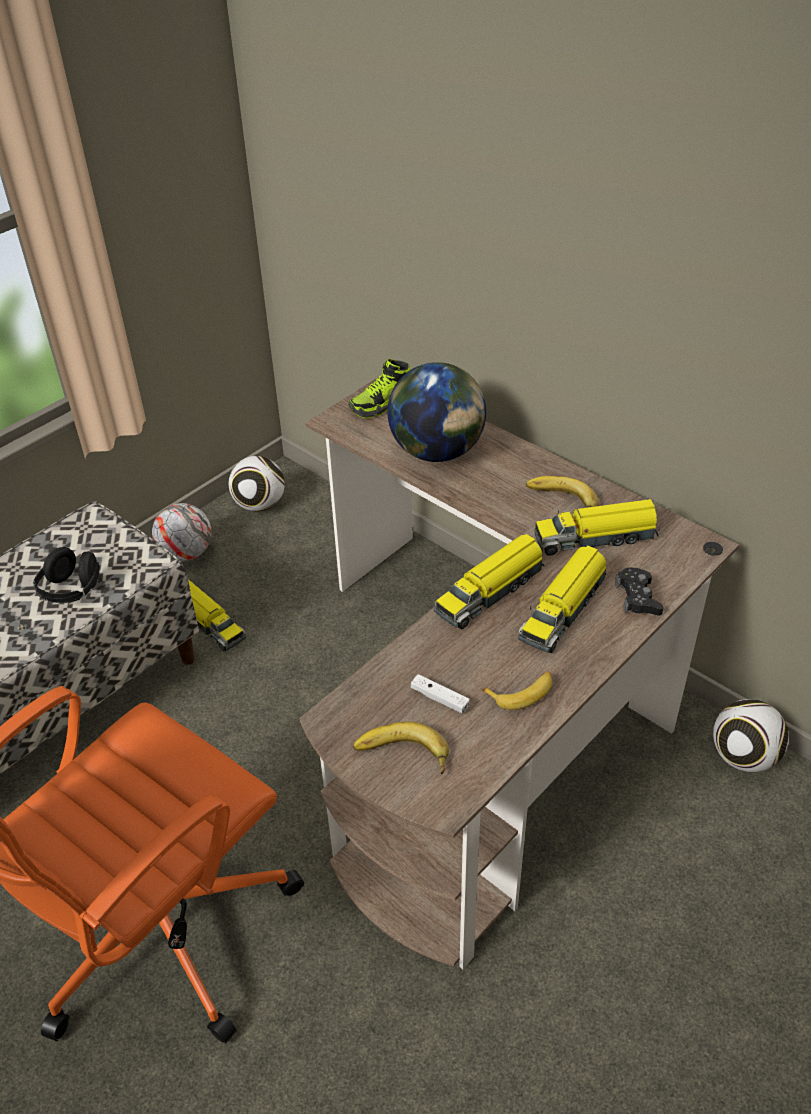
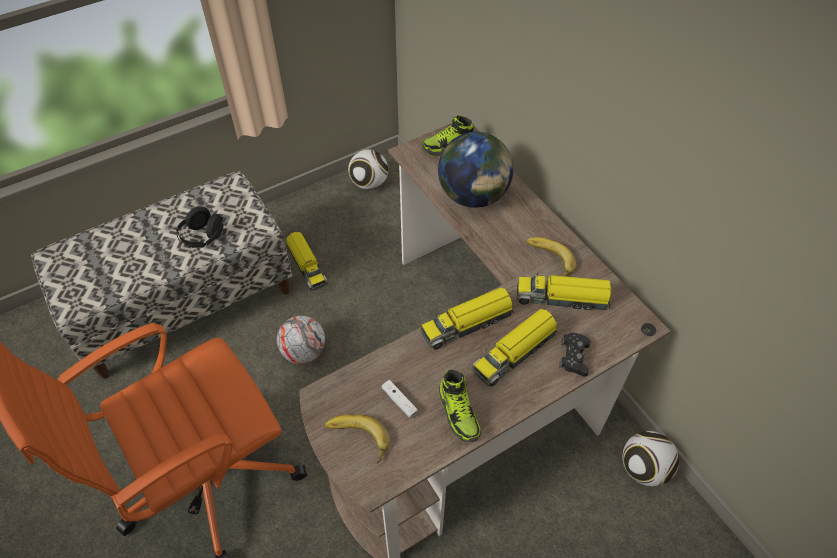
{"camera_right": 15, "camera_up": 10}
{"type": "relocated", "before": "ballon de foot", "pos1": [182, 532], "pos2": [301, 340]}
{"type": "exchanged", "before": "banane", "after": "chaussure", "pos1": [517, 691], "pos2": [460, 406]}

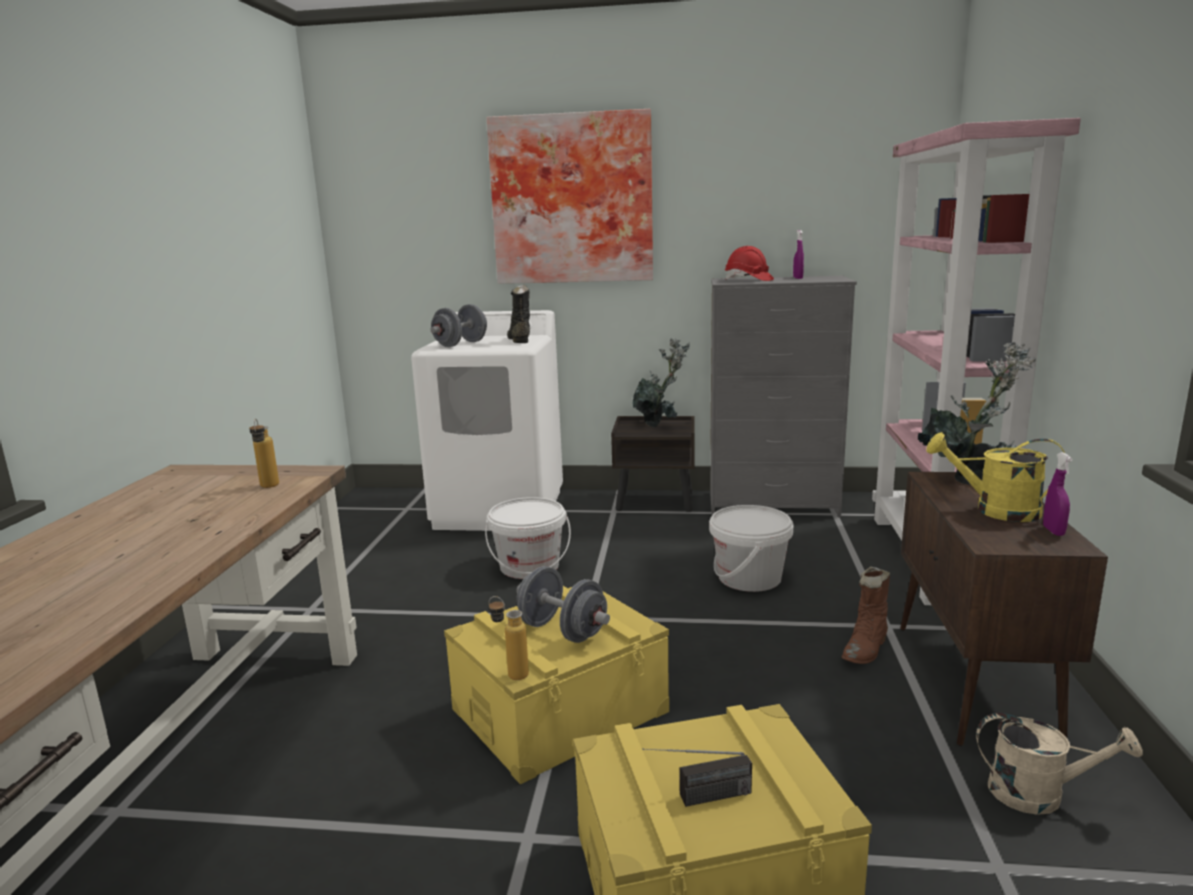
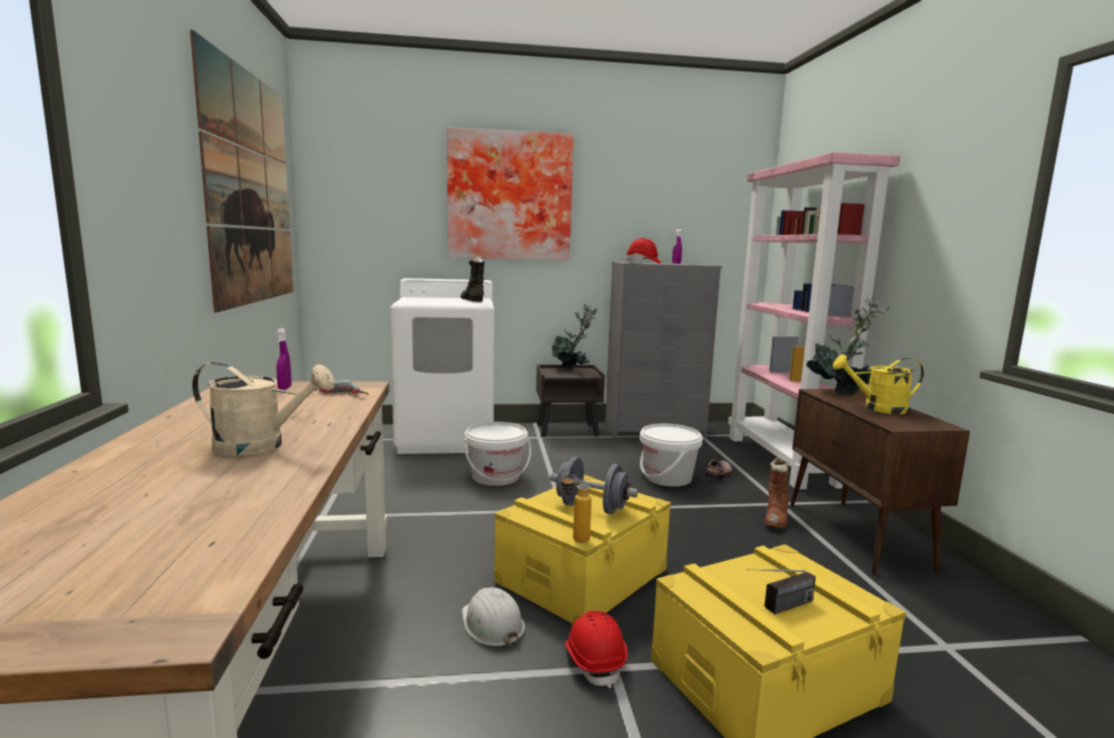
{"camera_right": -15, "camera_up": -5}
{"type": "missing", "before": "haltère [gris]", "pos1": [459, 325]}
{"type": "appeared", "after": "tableau", "pos2": [242, 171]}
{"type": "appeared", "after": "casque de chantier [blanc]", "pos2": [493, 617]}
{"type": "appeared", "after": "casque de chantier [rouge]", "pos2": [596, 649]}
{"type": "appeared", "after": "chaussure", "pos2": [719, 469]}
{"type": "relocated", "before": "arrosoir [beige]", "pos1": [1059, 764], "pos2": [263, 409]}
{"type": "relocated", "before": "vaporisateur [violet]", "pos1": [1058, 494], "pos2": [283, 359]}
{"type": "exchanged", "before": "bouteille", "after": "perceuse", "pos1": [264, 453], "pos2": [341, 387]}

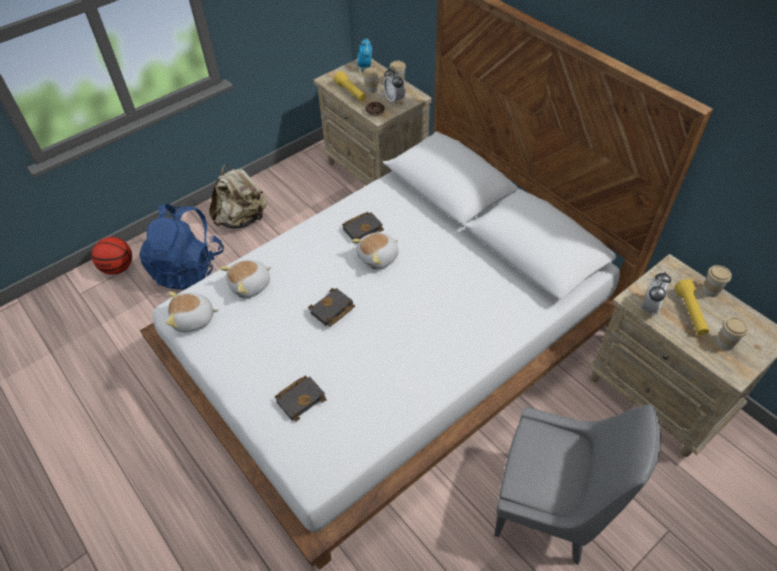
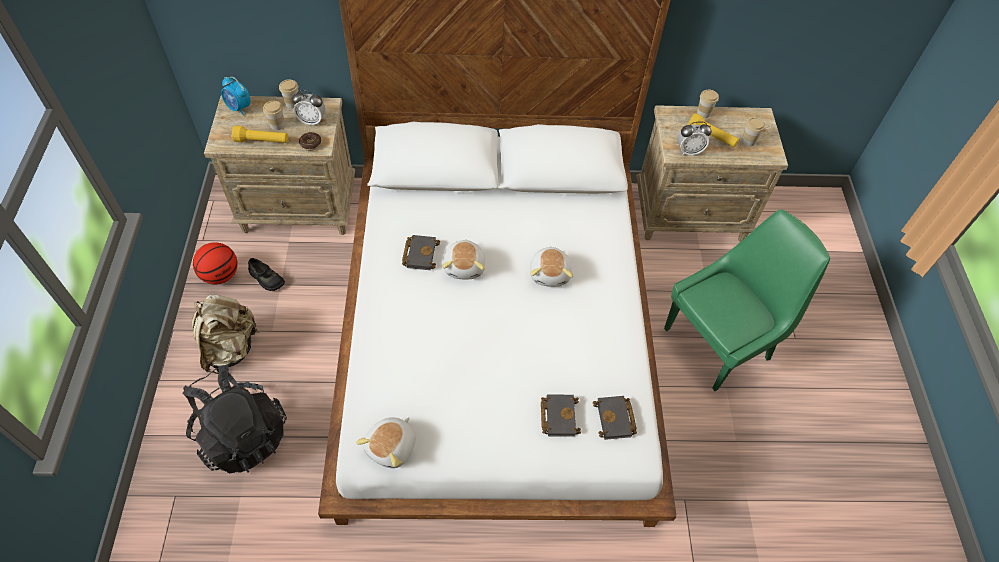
{"camera_right": -55, "camera_up": 5}
{"type": "appeared", "after": "chaussure [noir]", "pos2": [266, 274]}
{"type": "relocated", "before": "ballon de basket", "pos1": [112, 256], "pos2": [215, 263]}
{"type": "relocated", "before": "peluche", "pos1": [246, 279], "pos2": [551, 266]}
{"type": "relocated", "before": "livre [noir]", "pos1": [331, 307], "pos2": [615, 418]}
{"type": "colour", "before": "sac à dos [bleu]", "after": "sac à dos [noir]", "pos1": [181, 247], "pos2": [234, 419]}
{"type": "colour", "before": "chaise [gris]", "after": "chaise [vert]", "pos1": [577, 484], "pos2": [747, 300]}
{"type": "spun", "before": "réveil", "pos1": [656, 294], "pos2": [694, 138], "turn": 105}

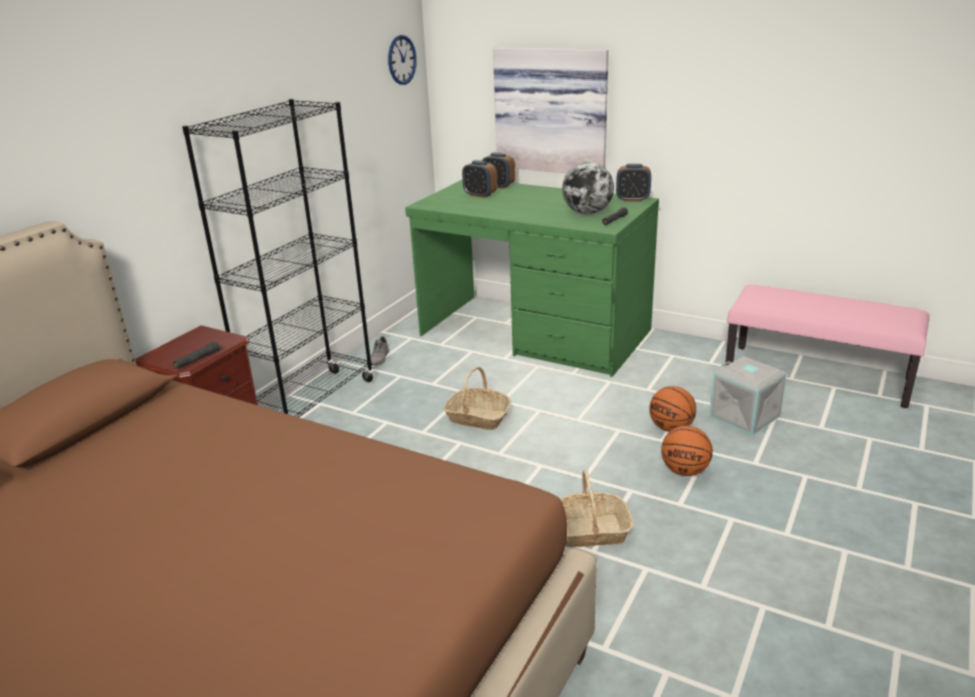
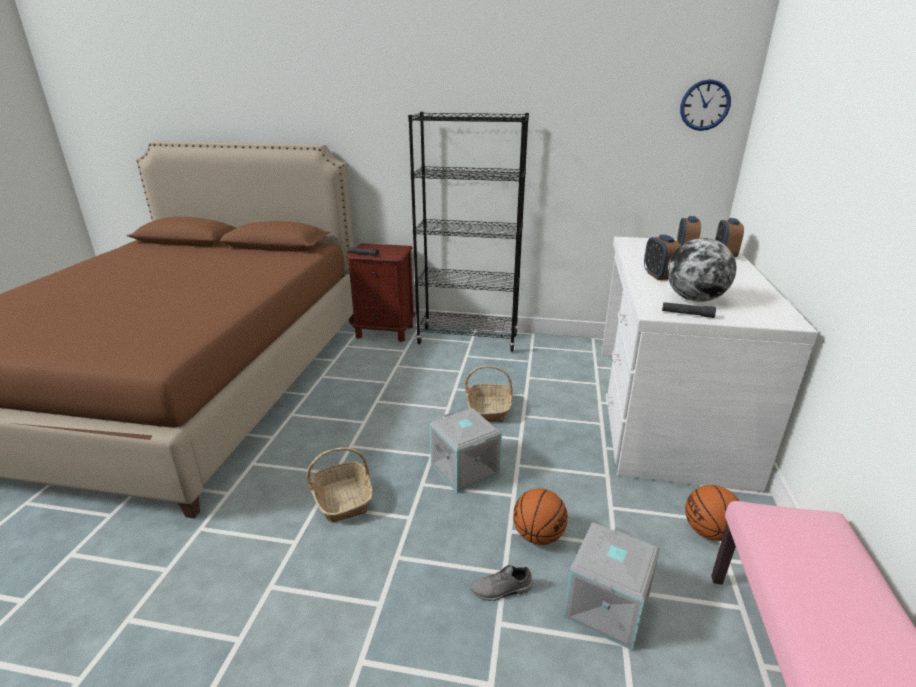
{"camera_right": 70, "camera_up": 0}
{"type": "missing", "before": "tableau", "pos1": [551, 110]}
{"type": "appeared", "after": "boîte de rangement [gris]", "pos2": [466, 450]}
{"type": "relocated", "before": "chaussure [gris]", "pos1": [379, 350], "pos2": [501, 583]}
{"type": "relocated", "before": "réveil", "pos1": [633, 183], "pos2": [662, 257]}
{"type": "relocated", "before": "ballon de basket", "pos1": [687, 451], "pos2": [712, 513]}
{"type": "colour", "before": "bureau [vert]", "after": "bureau [blanc]", "pos1": [532, 278], "pos2": [709, 364]}

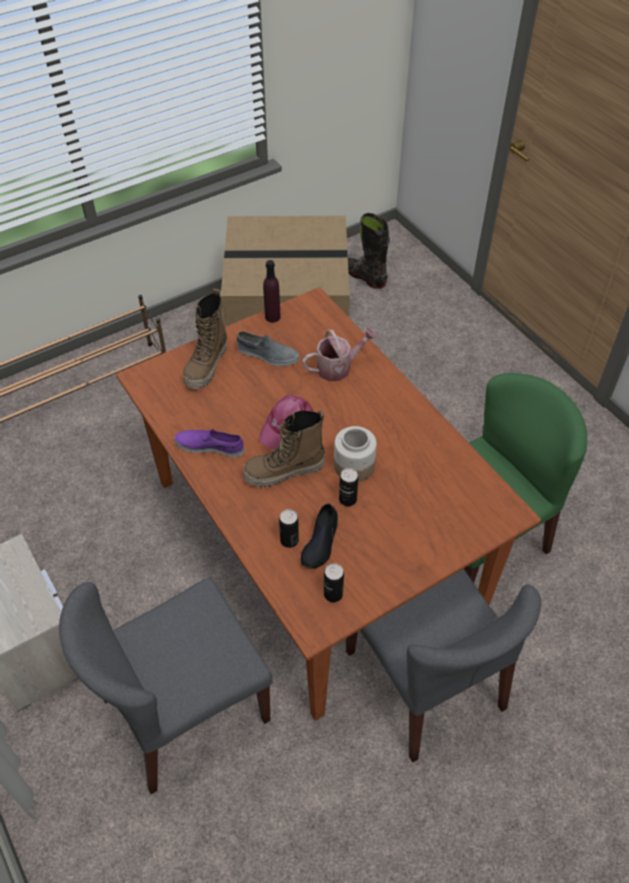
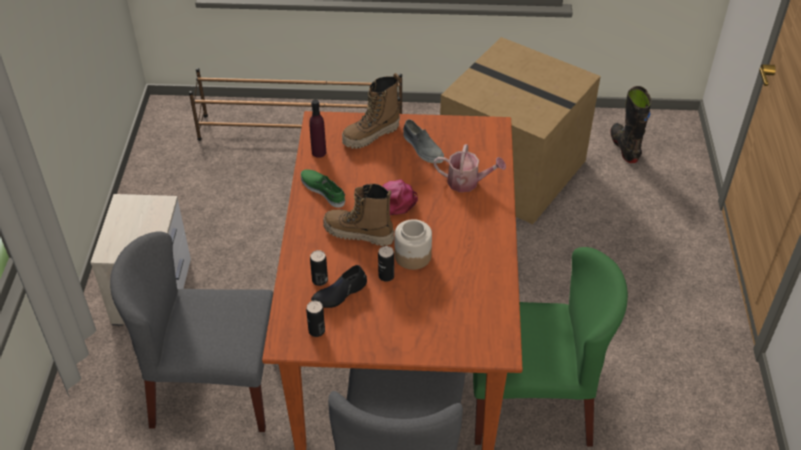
{"camera_right": 35, "camera_up": -5}
{"type": "relocated", "before": "bouteille [violet]", "pos1": [272, 291], "pos2": [317, 129]}
{"type": "colour", "before": "chaussure [violet]", "after": "chaussure [vert]", "pos1": [209, 443], "pos2": [323, 188]}

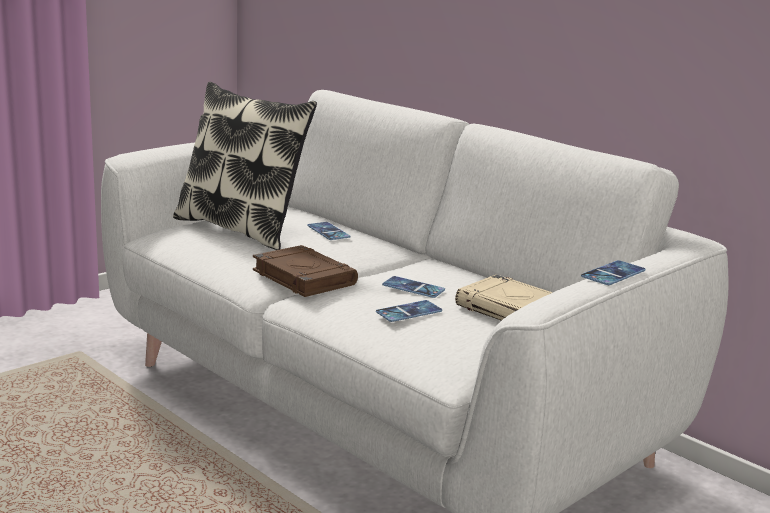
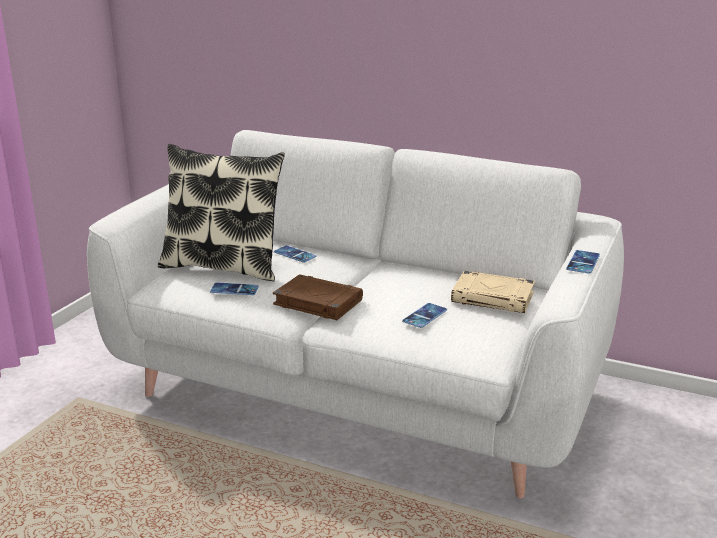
{"camera_right": -20, "camera_up": 5}
{"type": "relocated", "before": "téléphone", "pos1": [413, 287], "pos2": [234, 288]}

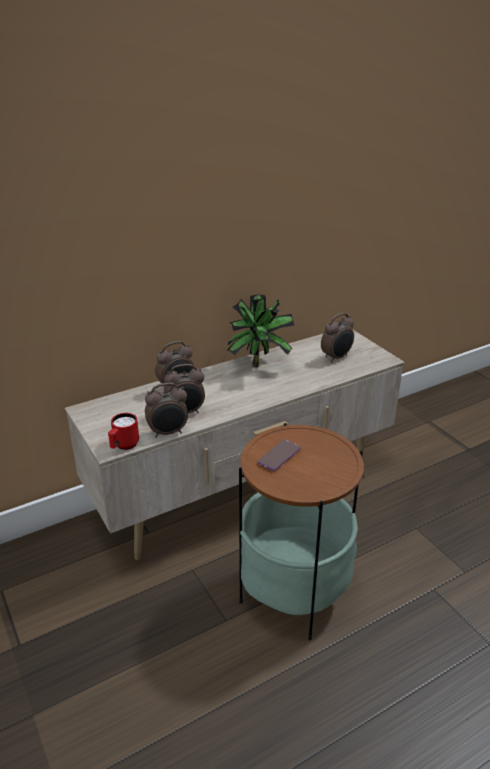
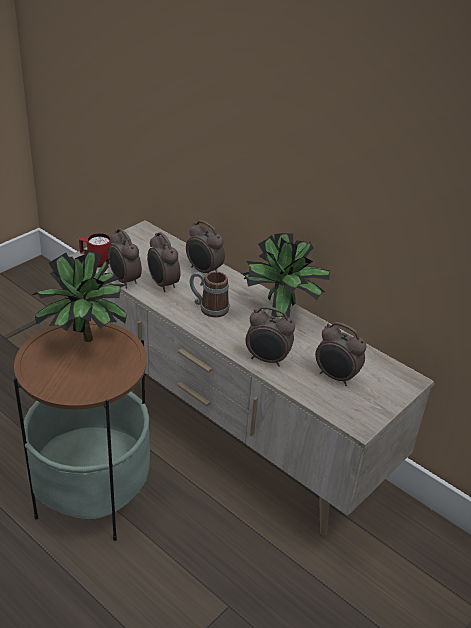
{"camera_right": 70, "camera_up": 5}
{"type": "appeared", "after": "mug", "pos2": [209, 295]}
{"type": "appeared", "after": "réveil", "pos2": [270, 336]}
{"type": "exchanged", "before": "téléphone", "after": "plante en pot", "pos1": [279, 455], "pos2": [80, 296]}

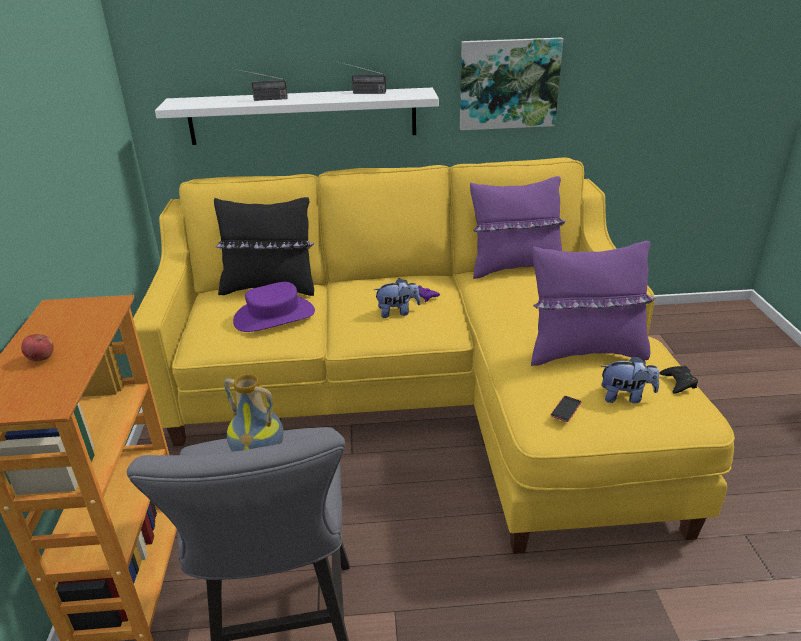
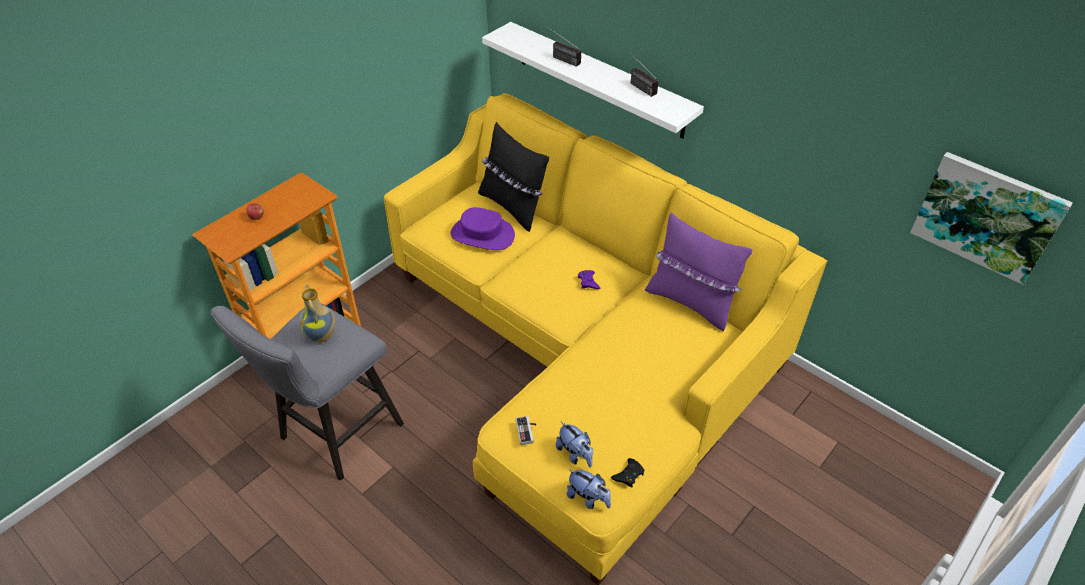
{"camera_right": 45, "camera_up": 15}
{"type": "missing", "before": "coussin [violet]", "pos1": [593, 303]}
{"type": "relocated", "before": "peluche", "pos1": [397, 298], "pos2": [589, 489]}
{"type": "relocated", "before": "tableau", "pos1": [511, 84], "pos2": [991, 218]}
{"type": "exchanged", "before": "téléphone", "after": "manette", "pos1": [566, 409], "pos2": [526, 430]}

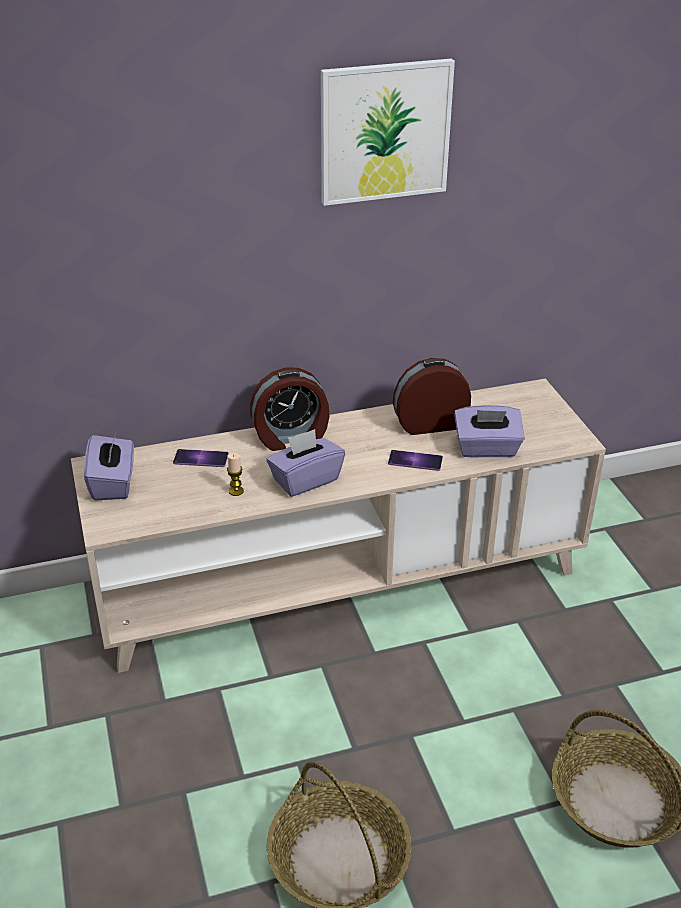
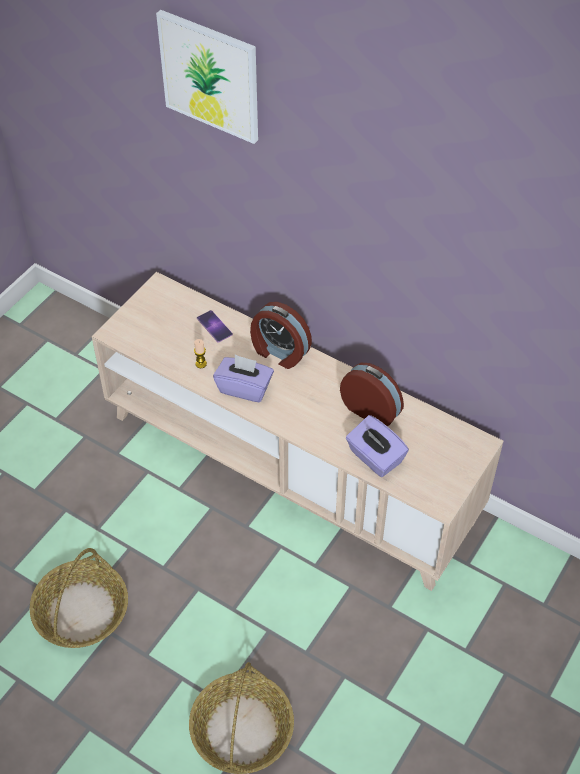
{"camera_right": 50, "camera_up": 15}
{"type": "missing", "before": "boîte à mouchoirs [violet]", "pos1": [109, 467]}
{"type": "missing", "before": "téléphone", "pos1": [415, 460]}
{"type": "relocated", "before": "tableau", "pos1": [388, 132], "pos2": [207, 77]}

